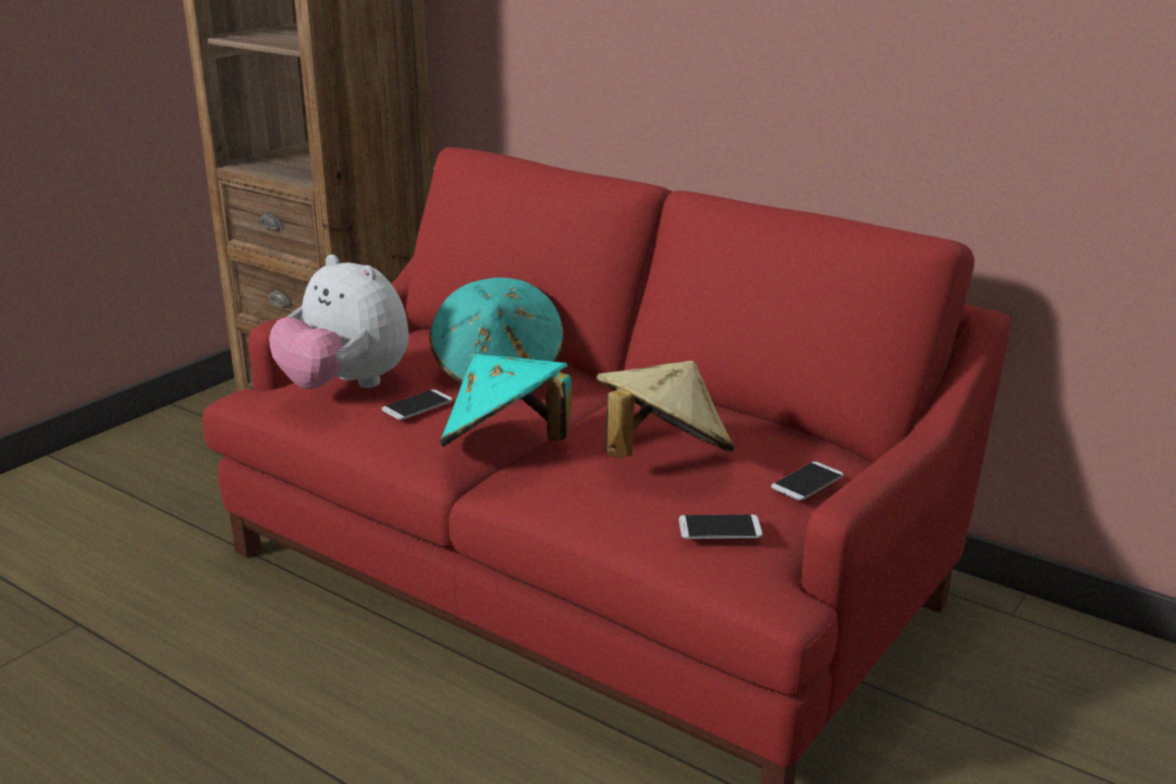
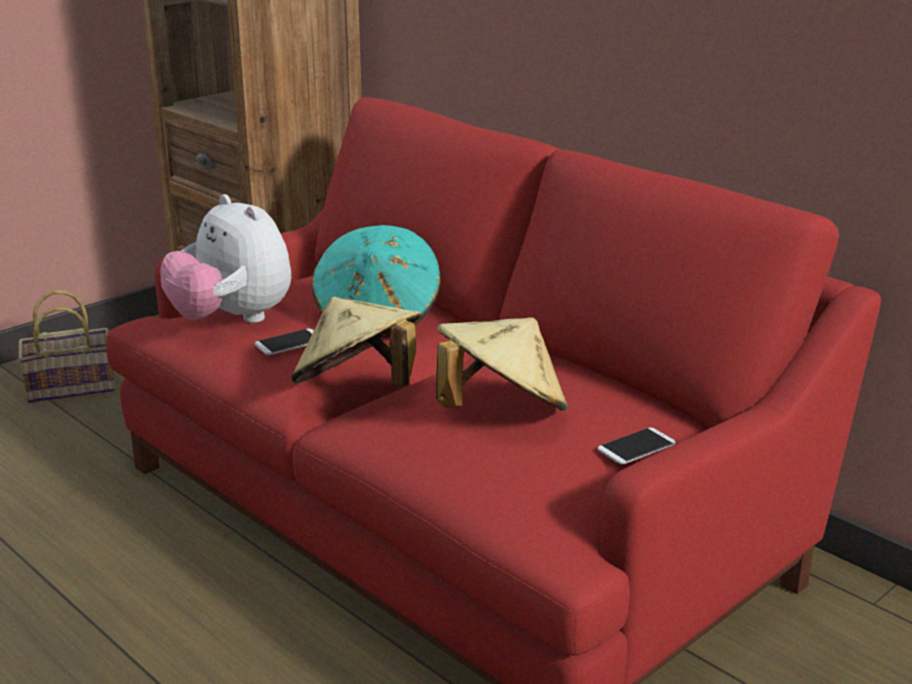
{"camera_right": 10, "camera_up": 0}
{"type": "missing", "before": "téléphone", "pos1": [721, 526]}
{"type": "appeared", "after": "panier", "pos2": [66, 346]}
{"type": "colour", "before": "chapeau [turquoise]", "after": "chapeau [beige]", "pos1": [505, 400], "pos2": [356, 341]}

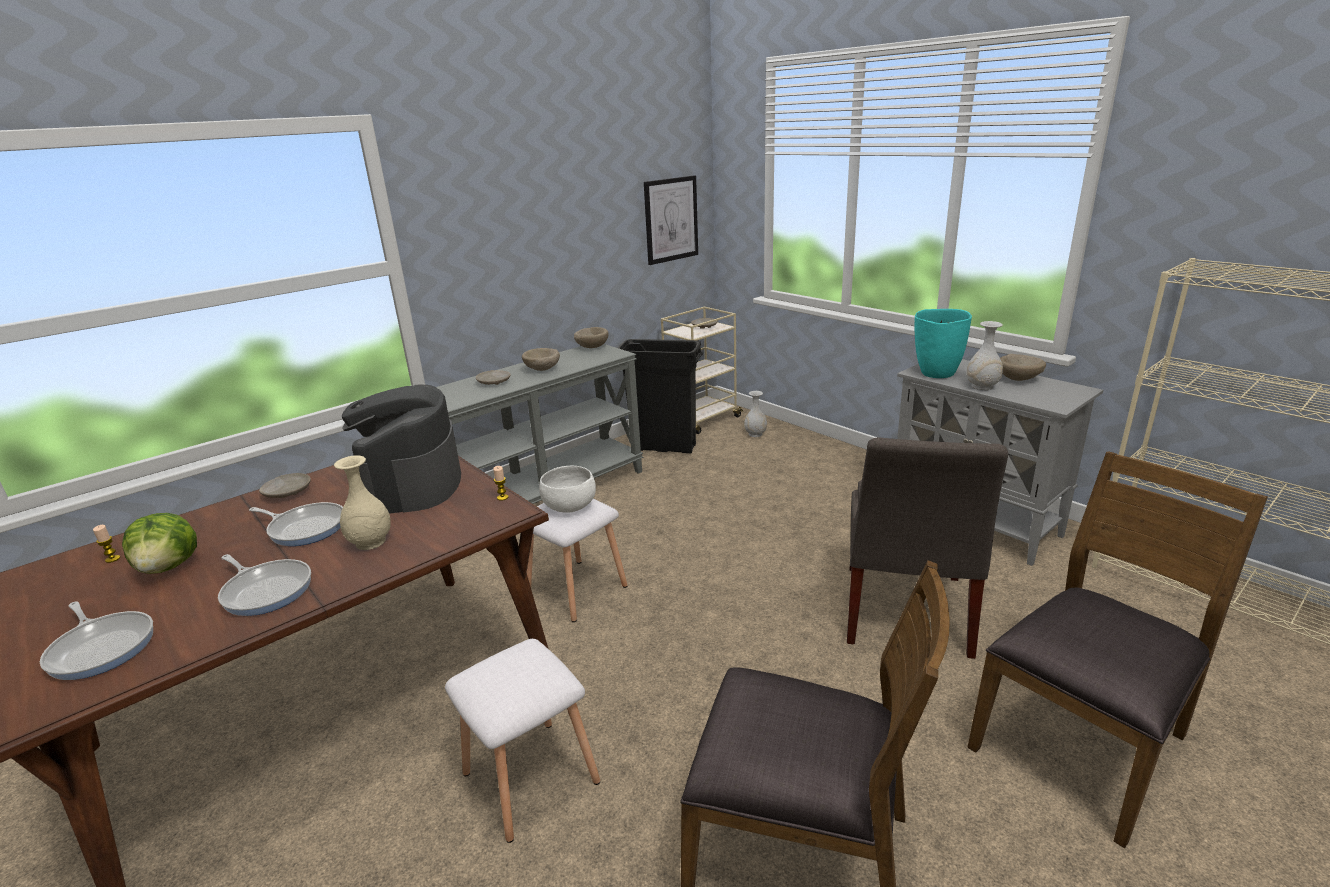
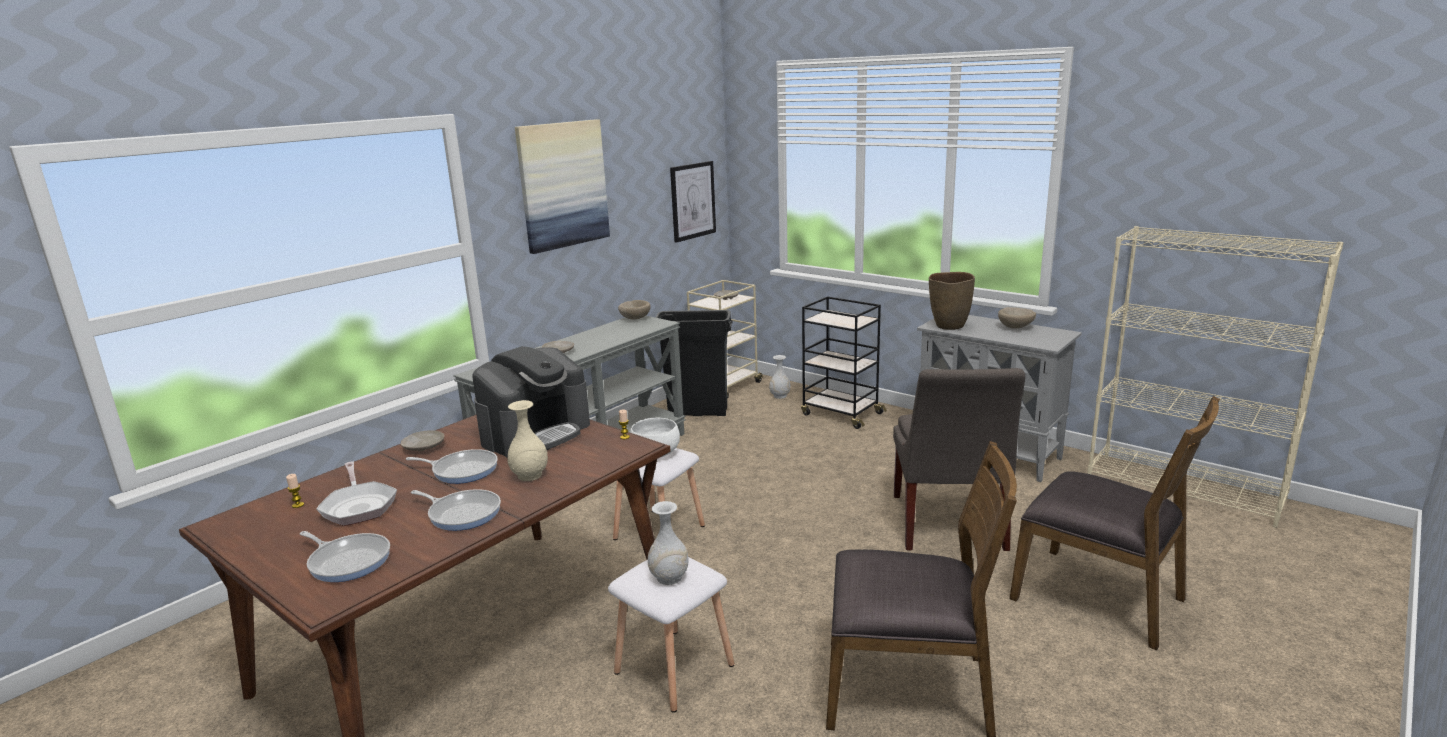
{"camera_right": -10, "camera_up": -5}
{"type": "missing", "before": "bol [beige]", "pos1": [541, 359]}
{"type": "appeared", "after": "tableau", "pos2": [562, 186]}
{"type": "appeared", "after": "chariot [noir]", "pos2": [844, 362]}
{"type": "relocated", "before": "vase [blanc]", "pos1": [984, 355], "pos2": [668, 543]}
{"type": "exchanged", "before": "laitue", "after": "poêle", "pos1": [159, 543], "pos2": [356, 494]}
{"type": "colour", "before": "vase [turquoise]", "after": "vase [marron]", "pos1": [943, 343], "pos2": [952, 301]}
{"type": "spun", "before": "machine à café", "pos1": [401, 449], "pos2": [531, 401], "turn": -120}
{"type": "spun", "before": "chaise [marron]", "pos1": [1117, 649], "pos2": [1115, 523], "turn": 90}

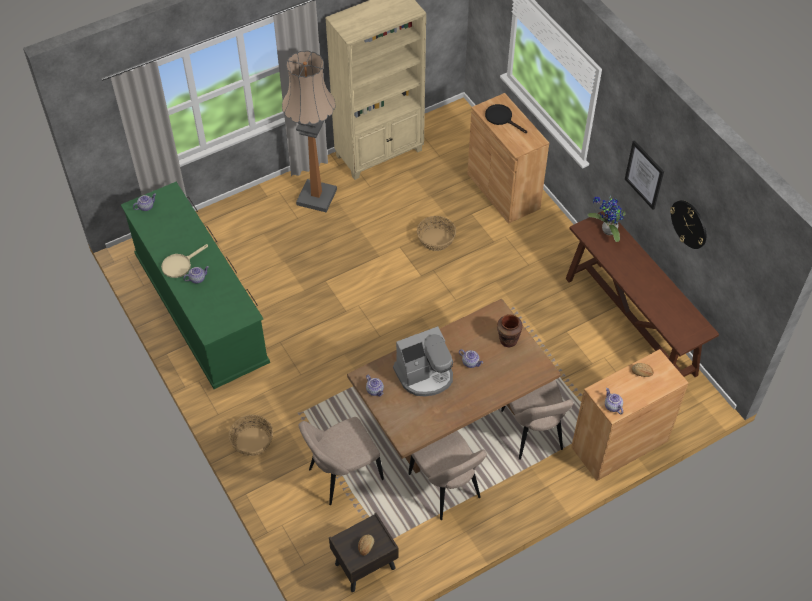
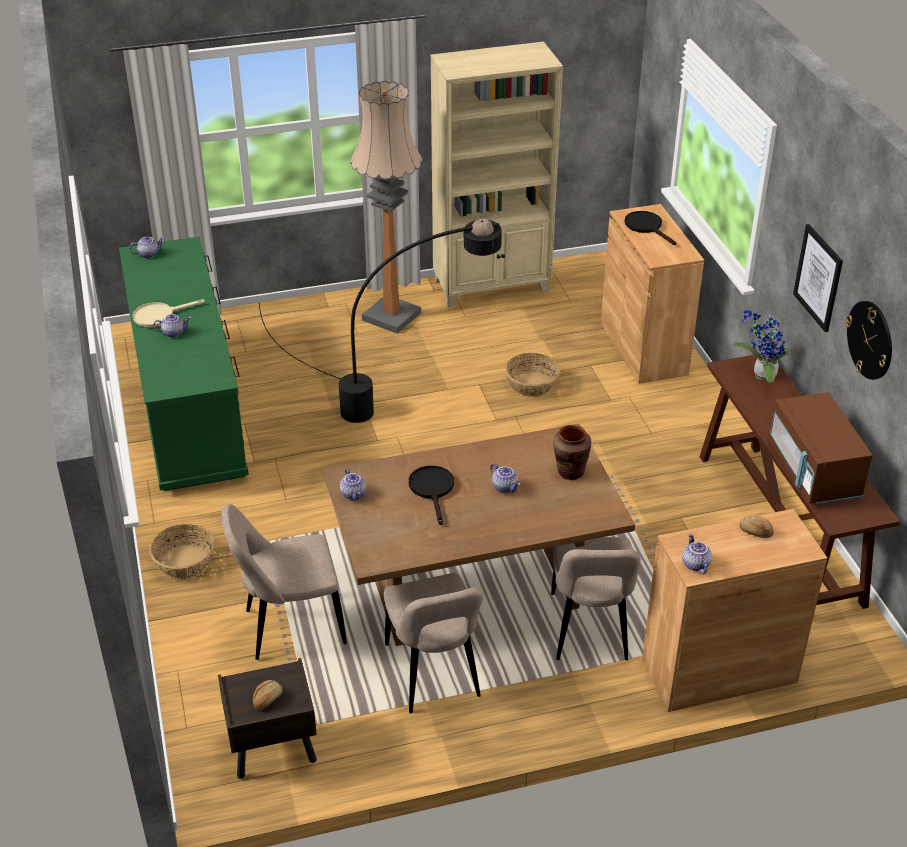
{"camera_right": 15, "camera_up": -15}
{"type": "appeared", "after": "lampadaire [noir]", "pos2": [380, 320]}
{"type": "appeared", "after": "micro-ondes [marron]", "pos2": [821, 448]}
{"type": "exchanged", "before": "machine à café", "after": "poêle [noir]", "pos1": [423, 361], "pos2": [431, 495]}

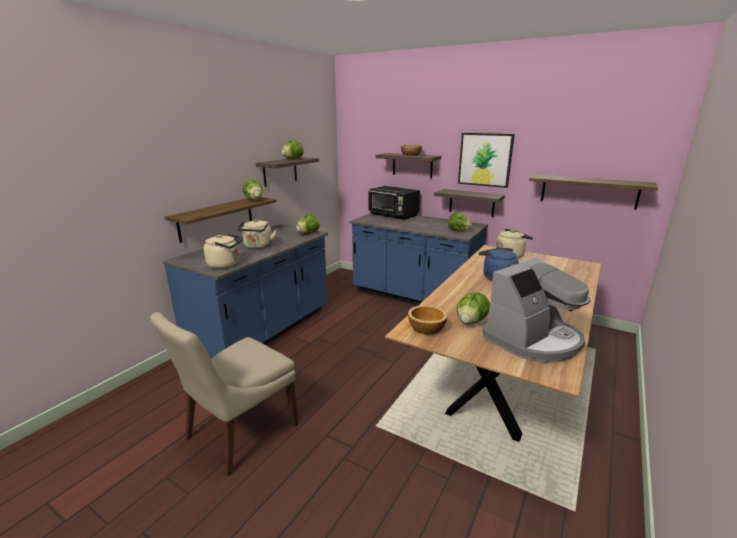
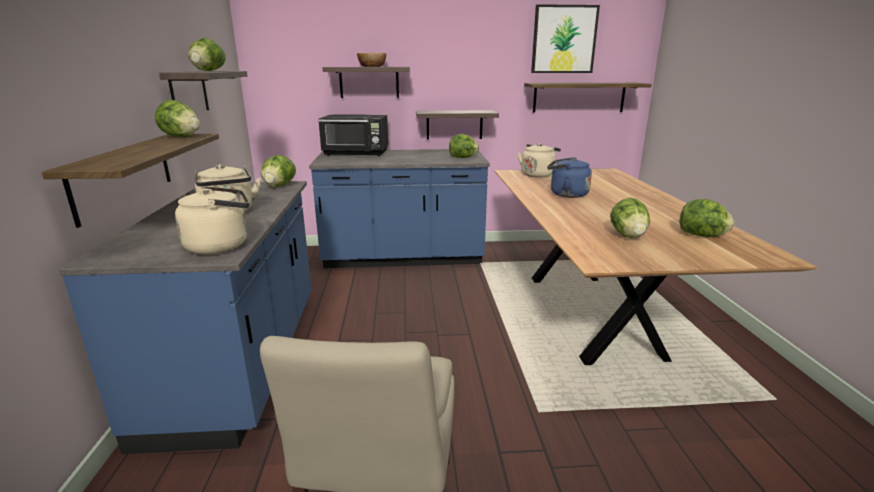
{"camera_right": -35, "camera_up": 0}
{"type": "missing", "before": "bol", "pos1": [427, 320]}
{"type": "relocated", "before": "tableau", "pos1": [486, 160], "pos2": [565, 38]}
{"type": "exchanged", "before": "machine à café", "after": "laitue", "pos1": [537, 310], "pos2": [707, 218]}

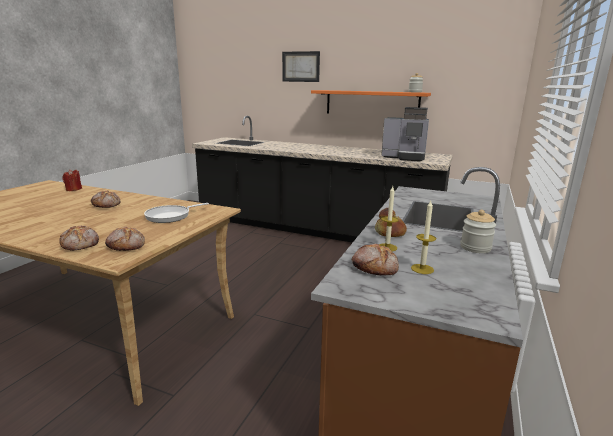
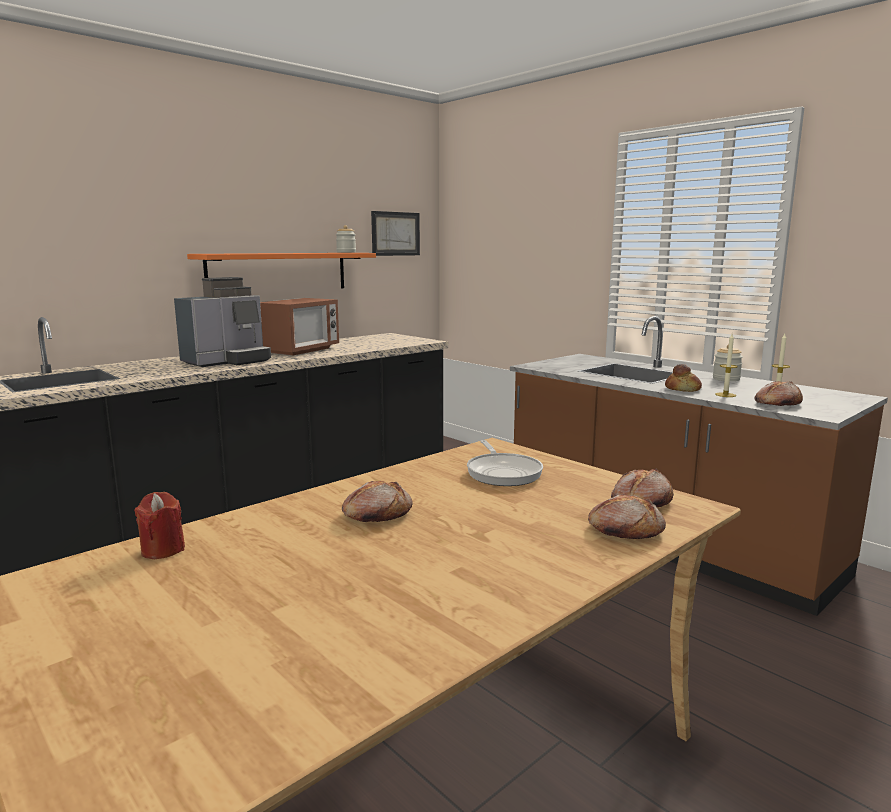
{"camera_right": -65, "camera_up": -5}
{"type": "appeared", "after": "micro-ondes", "pos2": [299, 327]}
{"type": "relocated", "before": "tableau", "pos1": [301, 66], "pos2": [395, 233]}
{"type": "relocated", "before": "machine à café", "pos1": [405, 134], "pos2": [222, 322]}

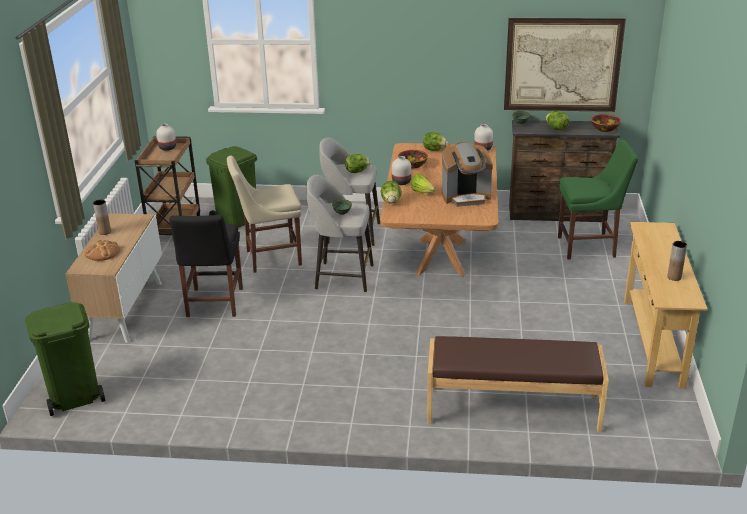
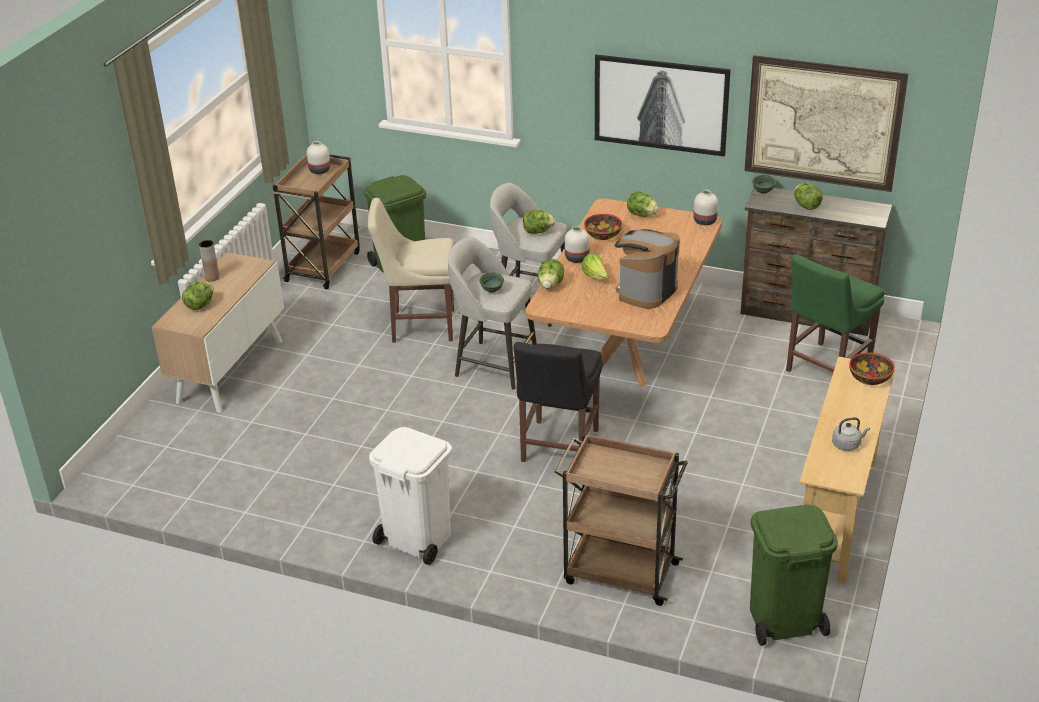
{"camera_right": 15, "camera_up": 5}
{"type": "appeared", "after": "poubelle [blanc]", "pos2": [410, 496]}
{"type": "appeared", "after": "tableau", "pos2": [663, 106]}
{"type": "relocated", "before": "poubelle [vert]", "pos1": [65, 359], "pos2": [794, 575]}
{"type": "relocated", "before": "chaise [noir]", "pos1": [206, 266], "pos2": [558, 402]}
{"type": "relocated", "before": "bol", "pos1": [606, 123], "pos2": [872, 368]}
{"type": "exchanged", "before": "pain", "after": "laitue", "pos1": [102, 250], "pos2": [197, 296]}
{"type": "exchanged", "before": "banc [marron]", "after": "chariot [marron]", "pos1": [518, 384], "pos2": [621, 519]}
{"type": "exchanged", "before": "vase [marron]", "after": "bouilloire [gris]", "pos1": [677, 261], "pos2": [851, 434]}
{"type": "spun", "before": "machine à café", "pos1": [467, 174], "pos2": [647, 269], "turn": 120}
{"type": "spun", "before": "chaise [vert]", "pos1": [598, 200], "pos2": [835, 313], "turn": 120}

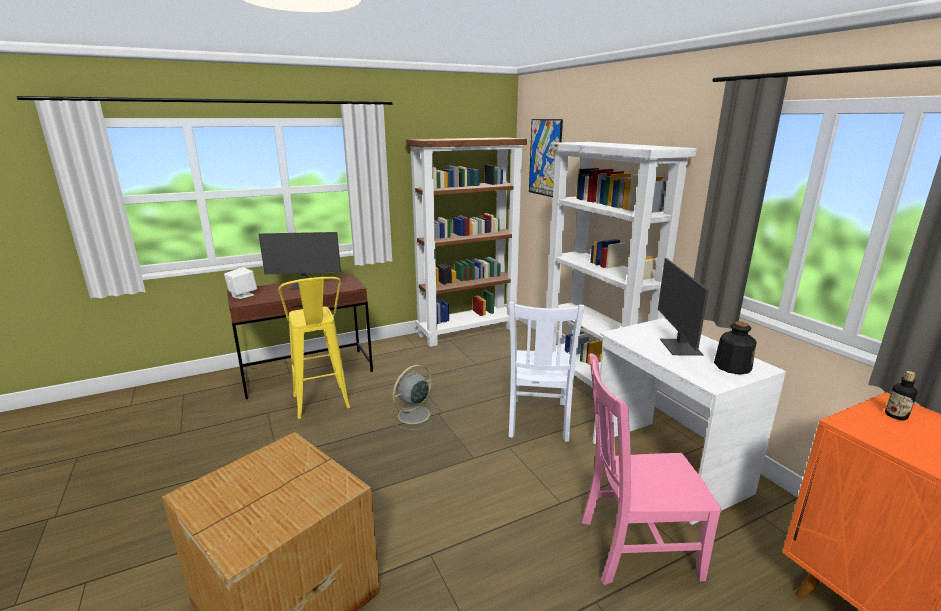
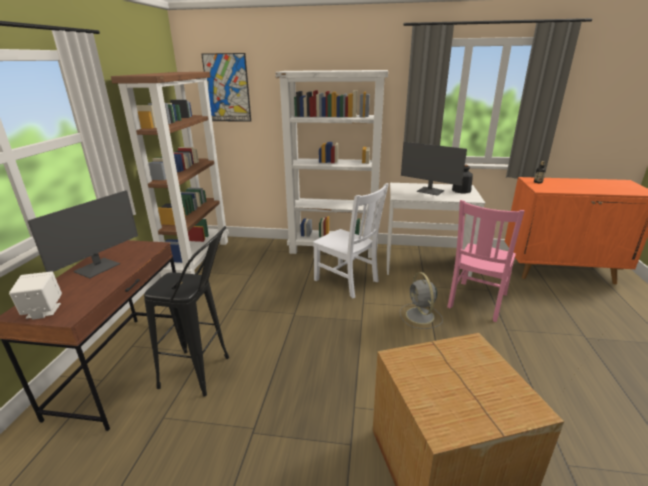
{"camera_right": -55, "camera_up": 5}
{"type": "relocated", "before": "ventilateur [gris]", "pos1": [413, 397], "pos2": [421, 300]}
{"type": "colour", "before": "tabouret [jaune]", "after": "tabouret [noir]", "pos1": [314, 348], "pos2": [186, 311]}

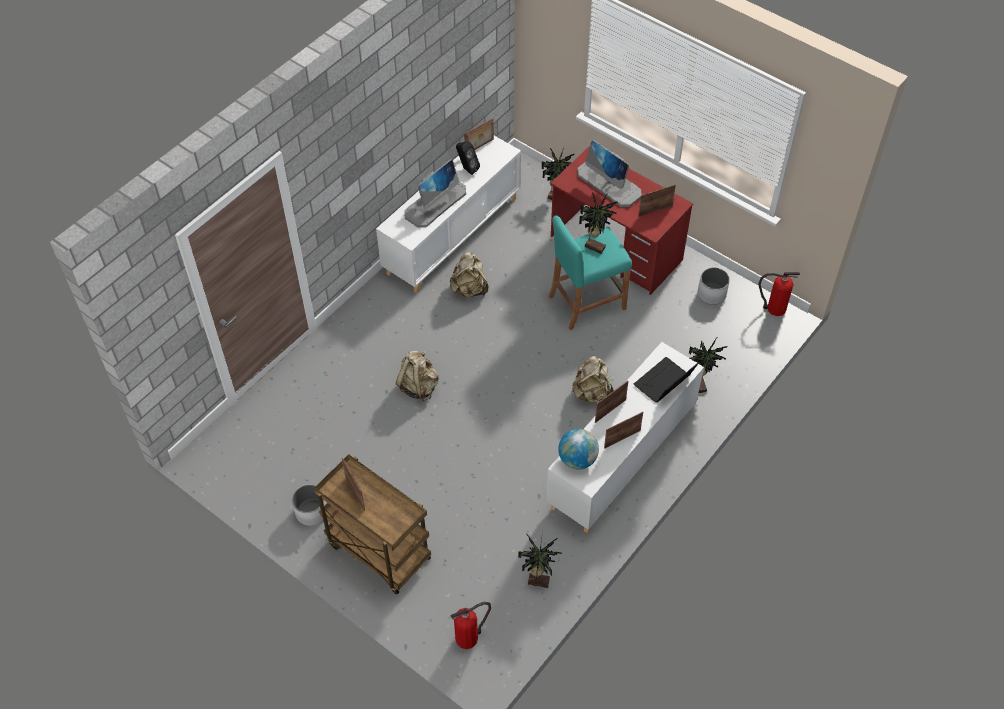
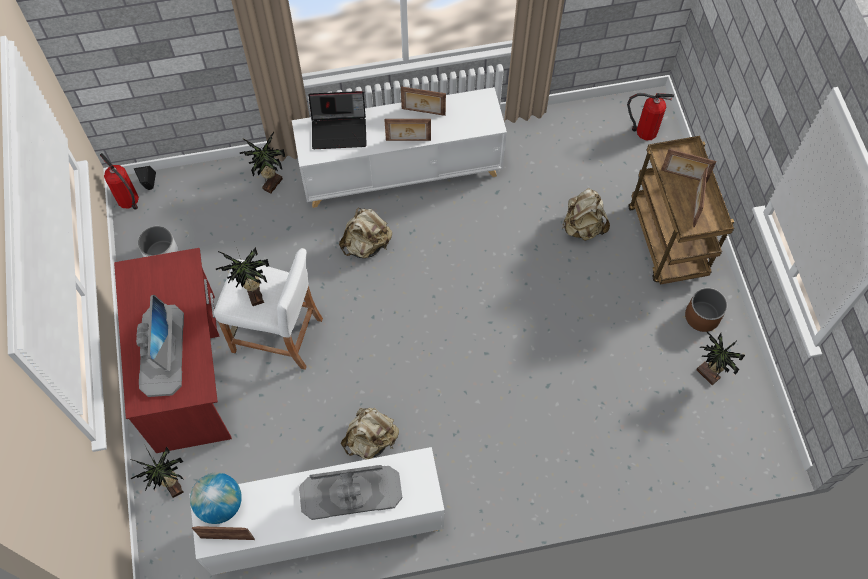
{"camera_right": -140, "camera_up": 10}
{"type": "relocated", "before": "sac à dos [beige]", "pos1": [417, 376], "pos2": [586, 214]}
{"type": "relocated", "before": "enceinte [noir]", "pos1": [468, 158], "pos2": [145, 178]}
{"type": "relocated", "before": "plante en pot", "pos1": [540, 560], "pos2": [720, 358]}
{"type": "relocated", "before": "globe", "pos1": [578, 449], "pos2": [216, 498]}
{"type": "relocated", "before": "cadre photo", "pos1": [657, 200], "pos2": [688, 165]}
{"type": "colour", "before": "cache-pot [blanc]", "after": "cache-pot [marron]", "pos1": [309, 505], "pos2": [706, 310]}
{"type": "colour", "before": "tabouret [turquoise]", "after": "tabouret [blanc]", "pos1": [590, 272], "pos2": [268, 309]}

